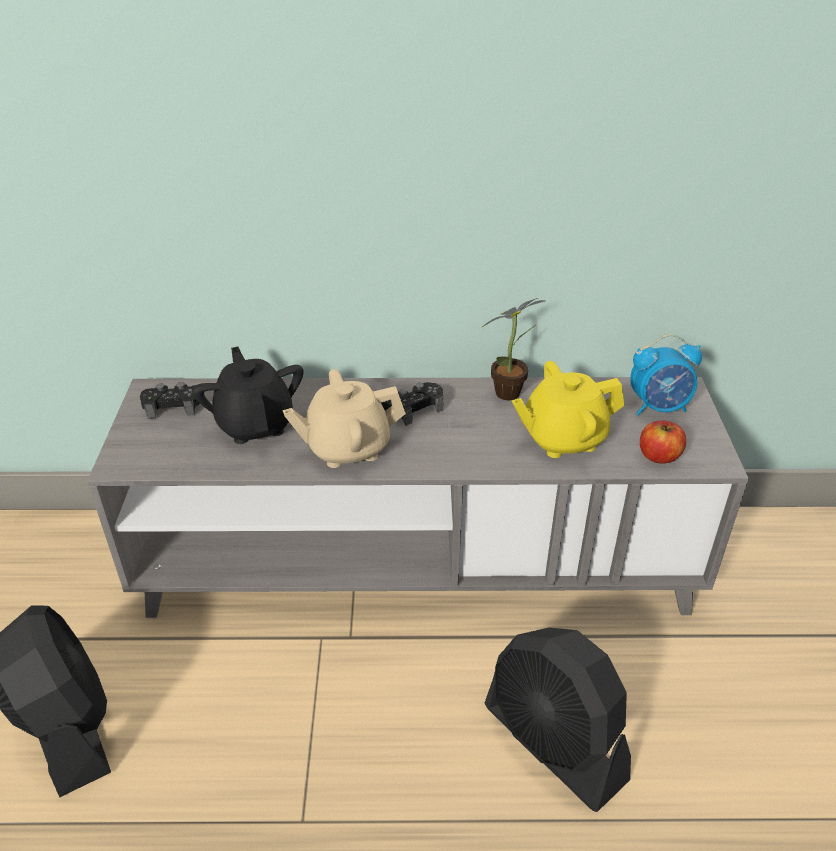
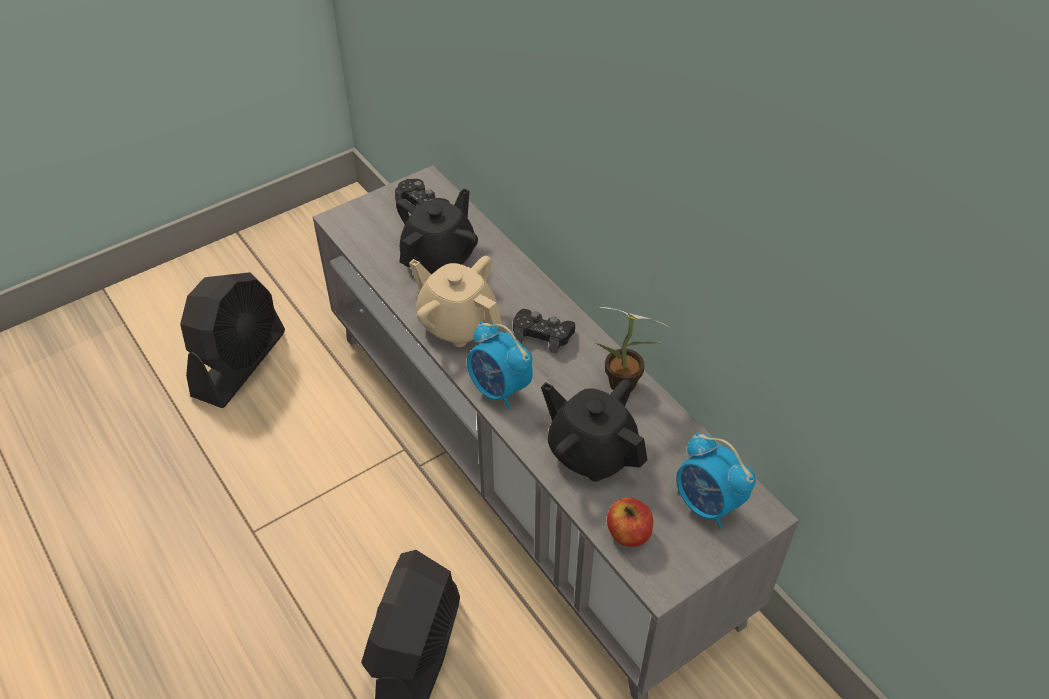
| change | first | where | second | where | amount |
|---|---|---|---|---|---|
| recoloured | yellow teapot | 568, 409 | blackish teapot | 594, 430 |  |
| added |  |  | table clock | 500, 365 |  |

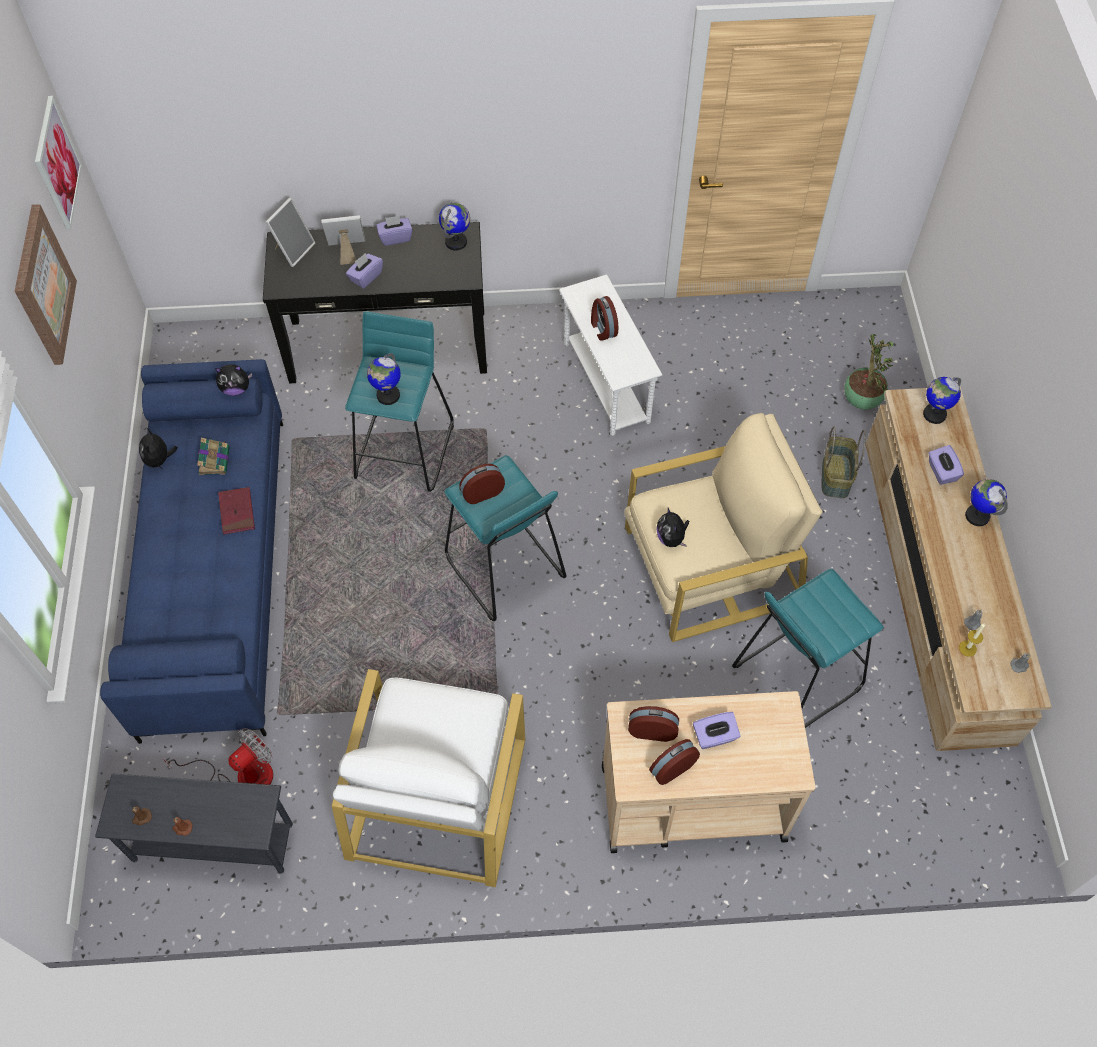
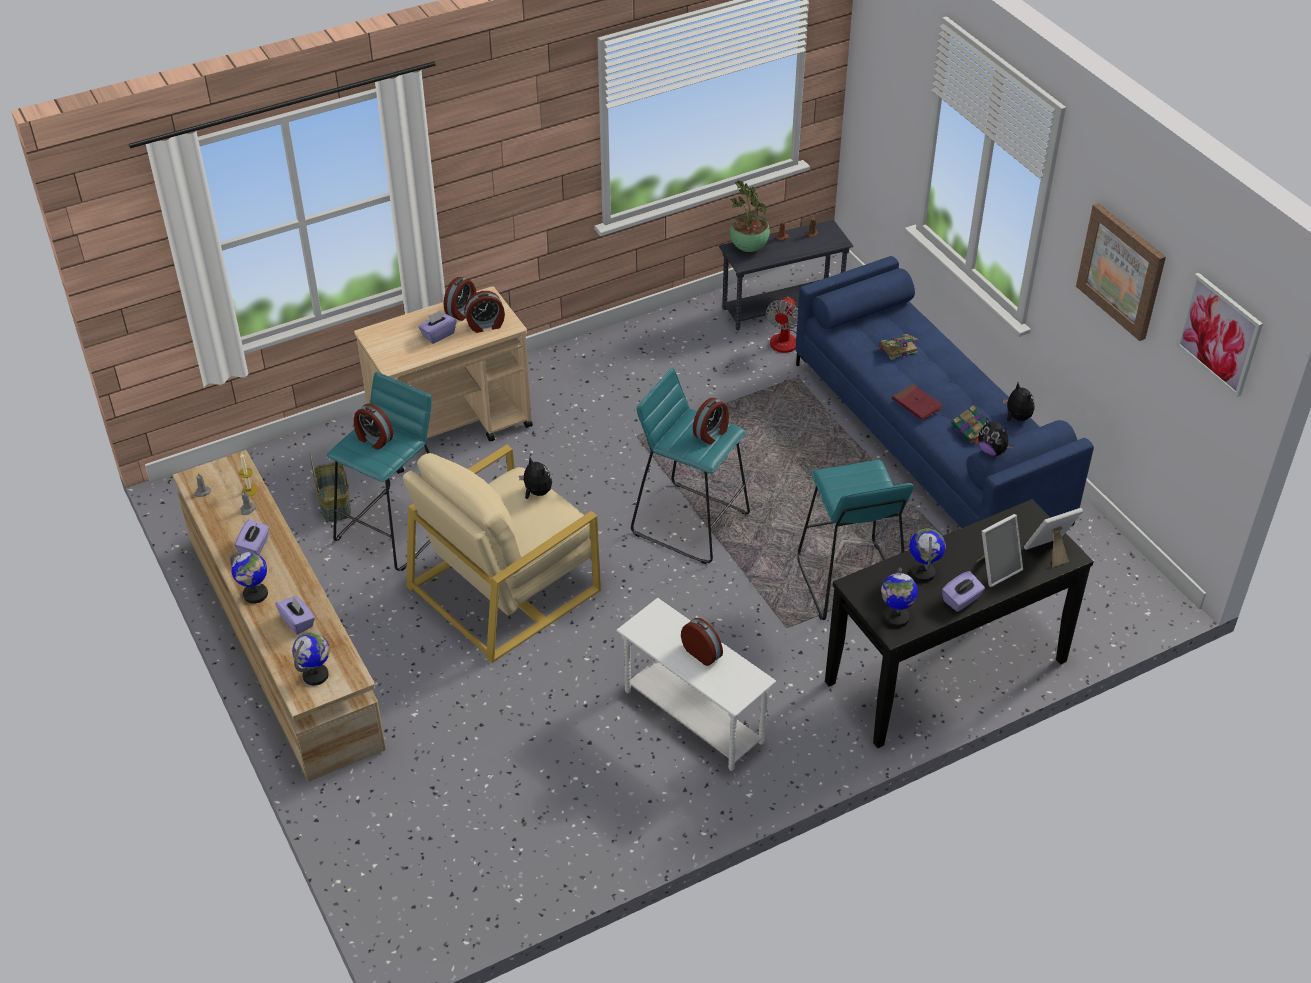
| change | first | where | second | where | amount |
|---|---|---|---|---|---|
| turned | cuddly toy | 233, 380 |  | 996, 437 | 105 degrees counterclockwise |
| turned | photo frame | 291, 232 |  | 1053, 537 | 60 degrees clockwise |
| removed | white lounge chair | 428, 778 |  |  |  |
| moved | purple tissue holder | 364, 271 |  | 252, 536 |  |
| moved | desk globe | 384, 379 |  | 927, 555 |  |
| moved | household basket | 843, 462 |  | 330, 487 |  |
| moved | houseplant | 868, 372 |  | 750, 216 |  |
| added |  |  | table clock | 373, 427 |  |
| added |  |  | bound book | 898, 347 |  |

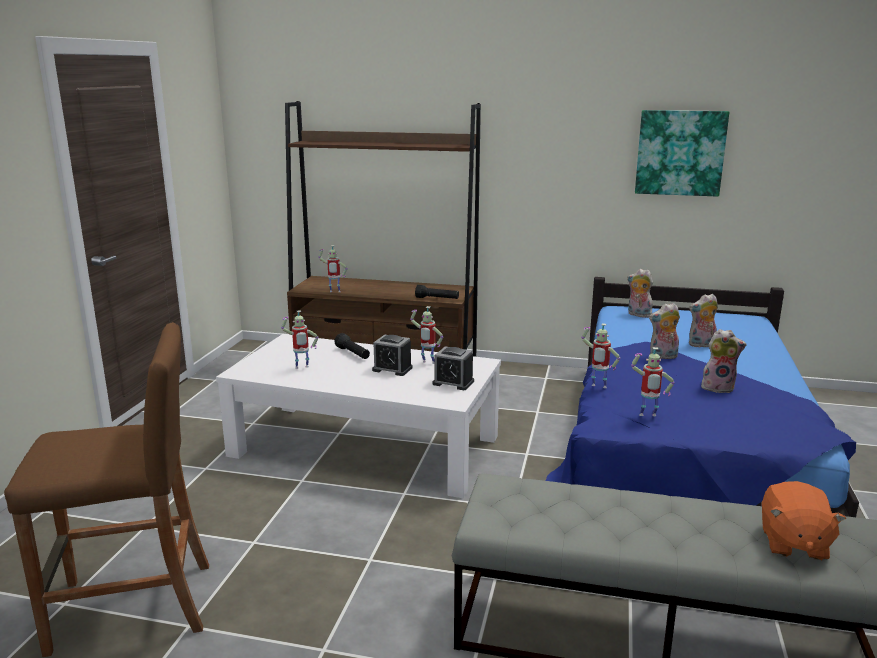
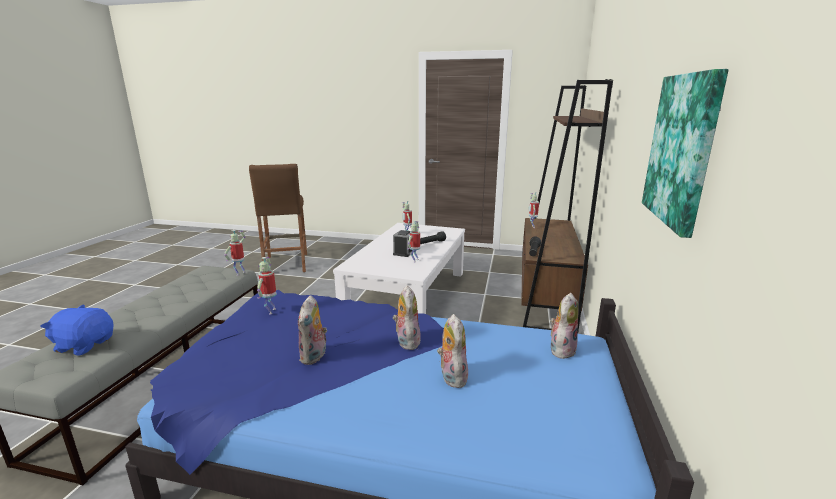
| change | first | where | second | where | amount |
|---|---|---|---|---|---|
| removed | table clock | 453, 368 |  |  |  |
| moved | toy robot | 601, 355 |  | 235, 253 |  |
| recoloured | orangey cuddly toy | 804, 521 | blue cuddly toy | 77, 330 |  |

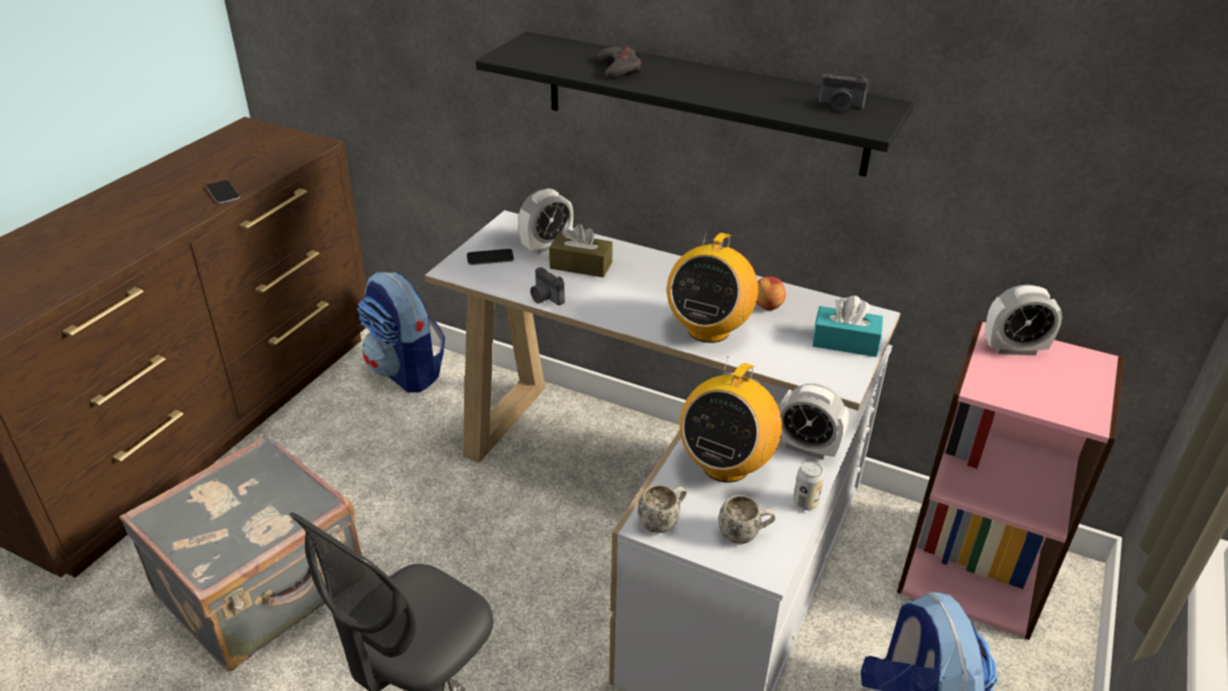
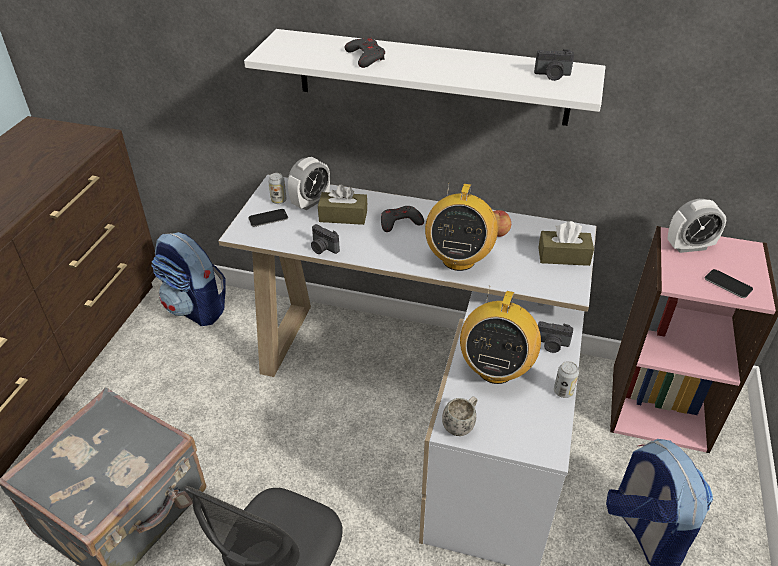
| change | first | where | second | where | amount |
|---|---|---|---|---|---|
| moved | phone | 223, 192 |  | 729, 283 |  |
| recoloured | blackish bracket shelf | 695, 104 | white bracket shelf | 425, 77 |  |
| removed | white mug | 747, 519 |  |  |  |
| replaced | table clock | 814, 422 | still camera | 555, 337 |  |
| recoloured | turquoise-coloured tissue holder | 847, 326 | brown-coloured tissue holder | 566, 243 |  |
| added |  |  | sealed can | 277, 188 |  |
| added |  |  | grey joypad | 402, 219 |  |

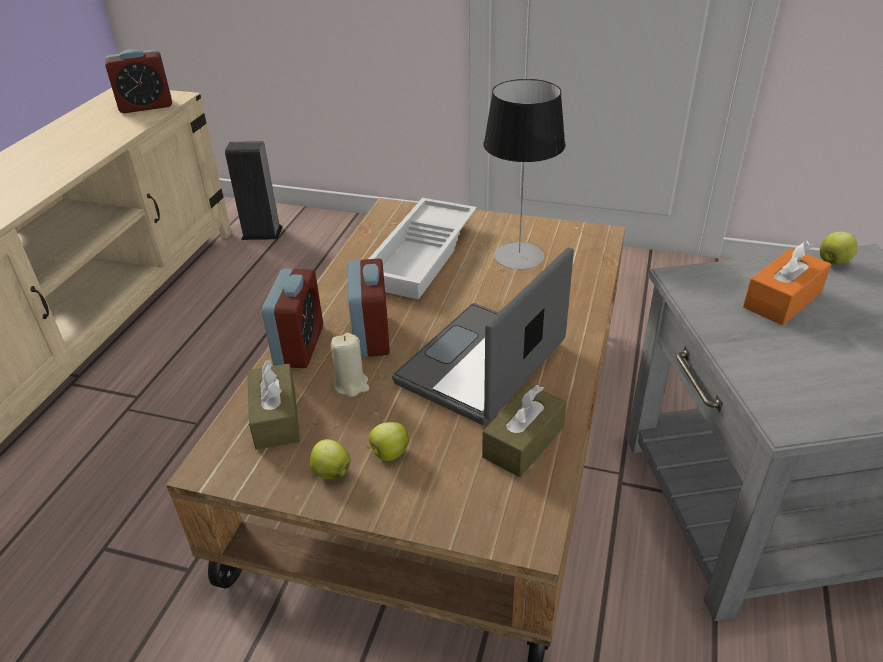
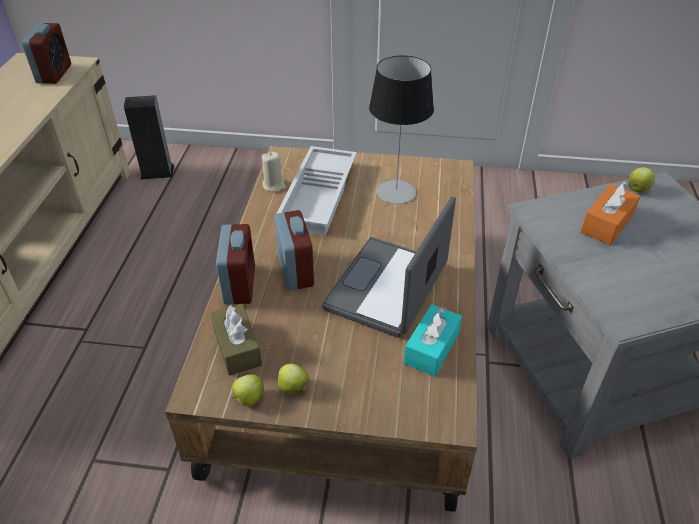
| change | first | where | second | where | amount |
|---|---|---|---|---|---|
| turned | table clock | 138, 81 |  | 46, 53 | 60 degrees counterclockwise |
| moved | beige candle | 350, 365 |  | 274, 172 |  |
| moved | apple | 388, 441 |  | 247, 390 |  |
| recoloured | brown-coloured tissue holder | 524, 430 | turquoise-coloured tissue holder | 433, 340 |  |

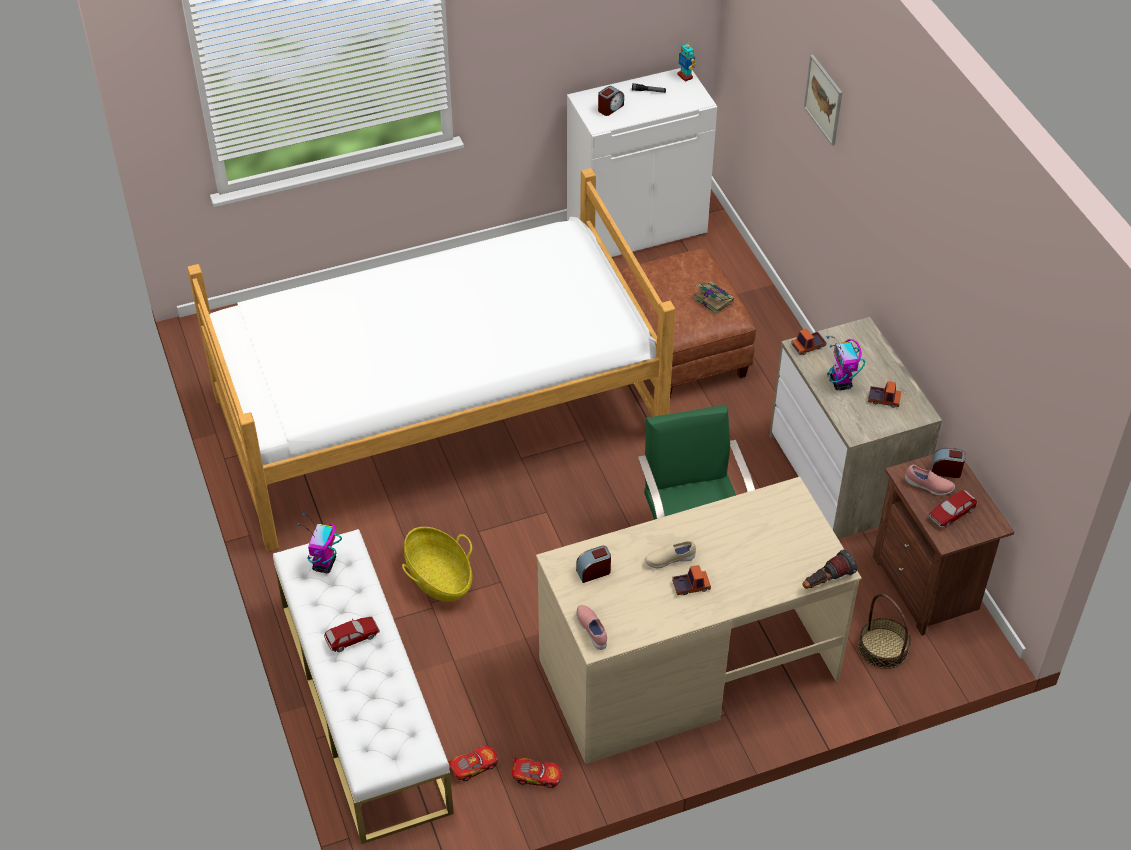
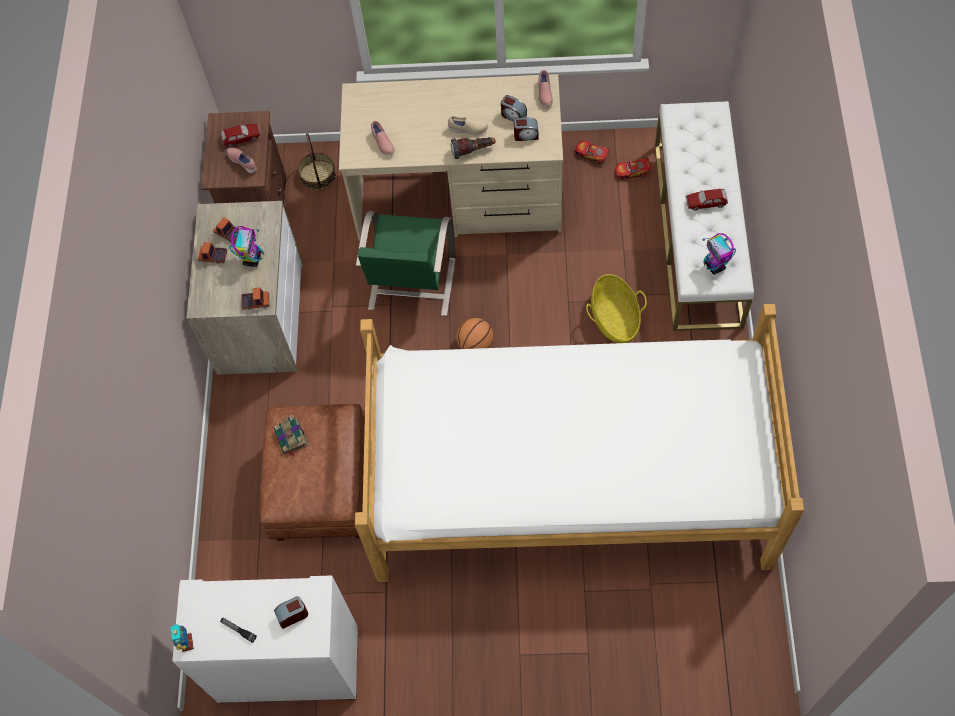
| change | first | where | second | where | amount |
|---|---|---|---|---|---|
| turned | toy robot | 319, 543 |  | 719, 254 | 120 degrees clockwise |
| moved | toy truck | 691, 580 |  | 212, 253 |  |
| moved | flashlight | 829, 569 |  | 473, 148 |  |
| removed | picture | 823, 100 |  |  |  |
| moved | table clock | 948, 463 |  | 514, 108 |  |
| added |  |  | pink-coloured low shoe | 383, 138 |  |
| added |  |  | basketball ball | 474, 333 |  |

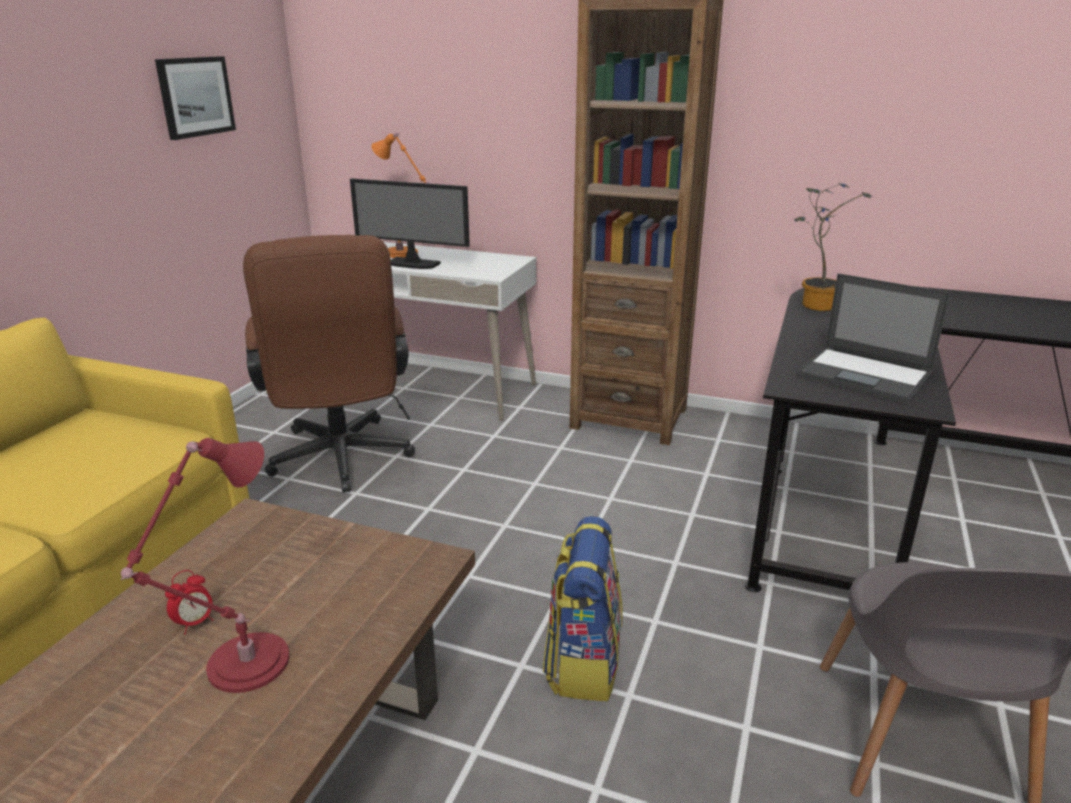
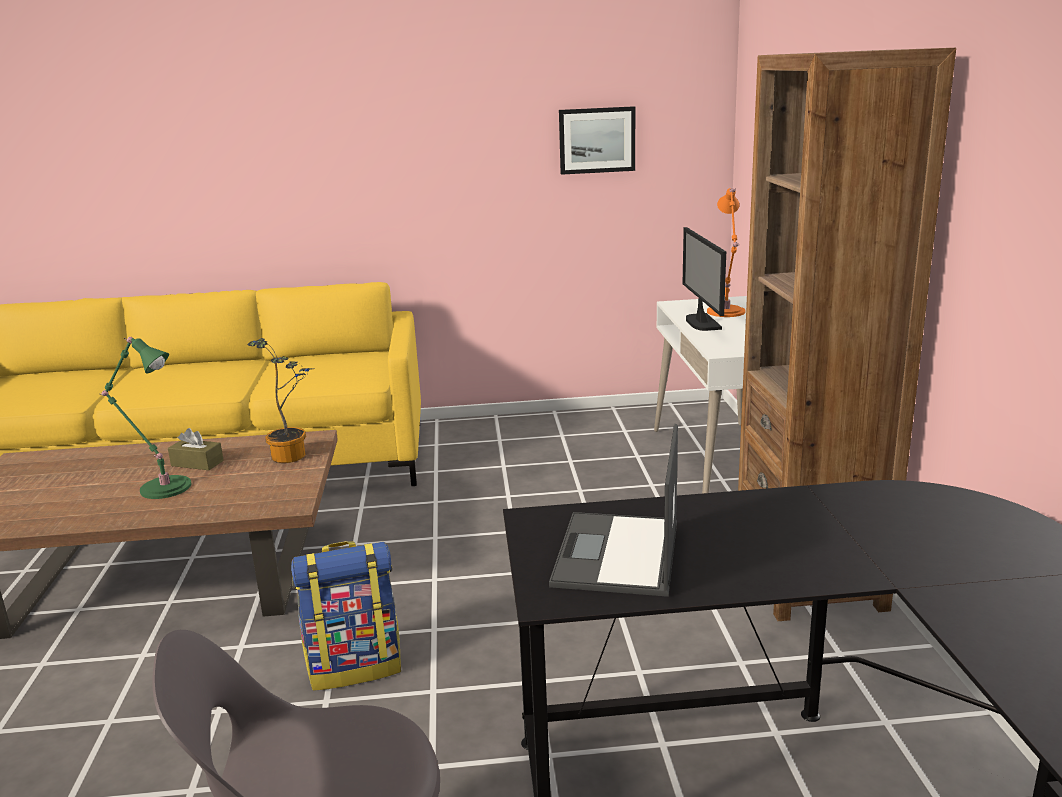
| change | first | where | second | where | amount |
|---|---|---|---|---|---|
| recoloured | reddish lamp for a table | 204, 565 | green lamp for a table | 146, 418 |  |
| replaced | table clock | 189, 602 | brown-coloured tissue holder | 196, 449 |  |
| removed | brown-coloured office chair | 329, 364 |  |  |  |
| moved | houseplant | 833, 247 |  | 280, 400 |  |

